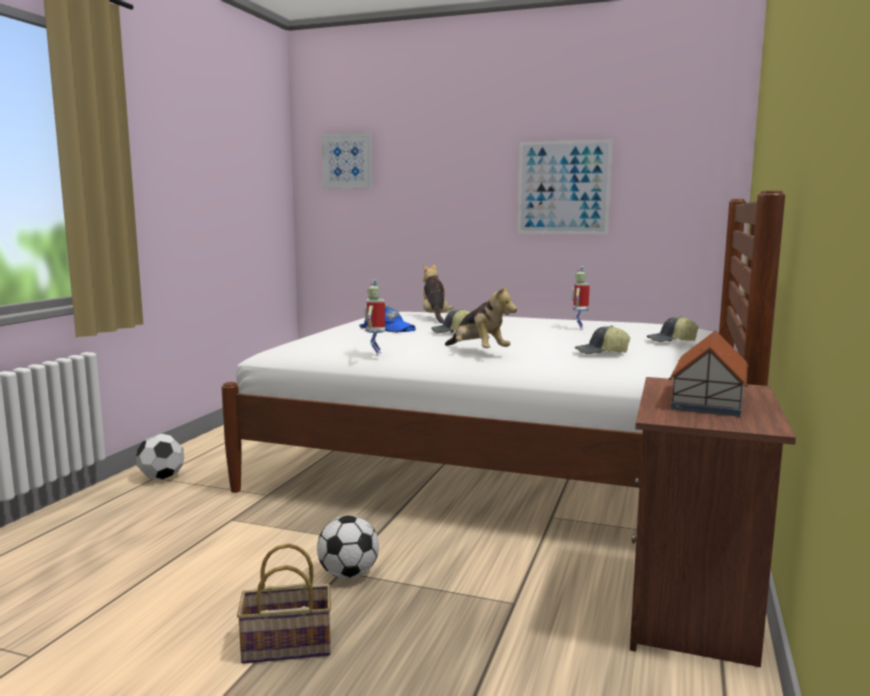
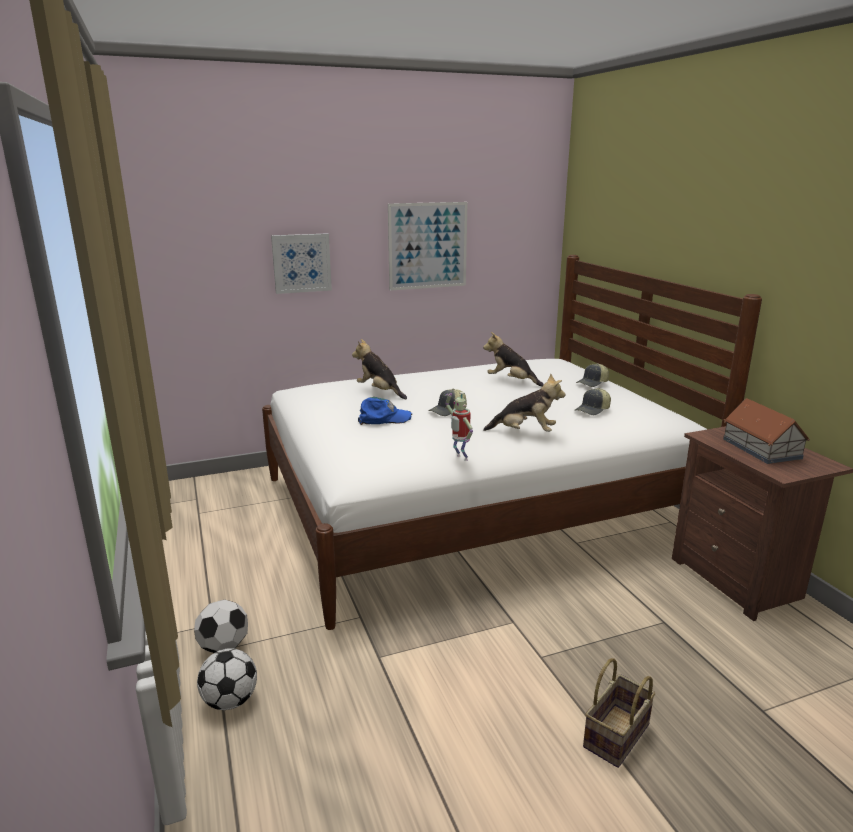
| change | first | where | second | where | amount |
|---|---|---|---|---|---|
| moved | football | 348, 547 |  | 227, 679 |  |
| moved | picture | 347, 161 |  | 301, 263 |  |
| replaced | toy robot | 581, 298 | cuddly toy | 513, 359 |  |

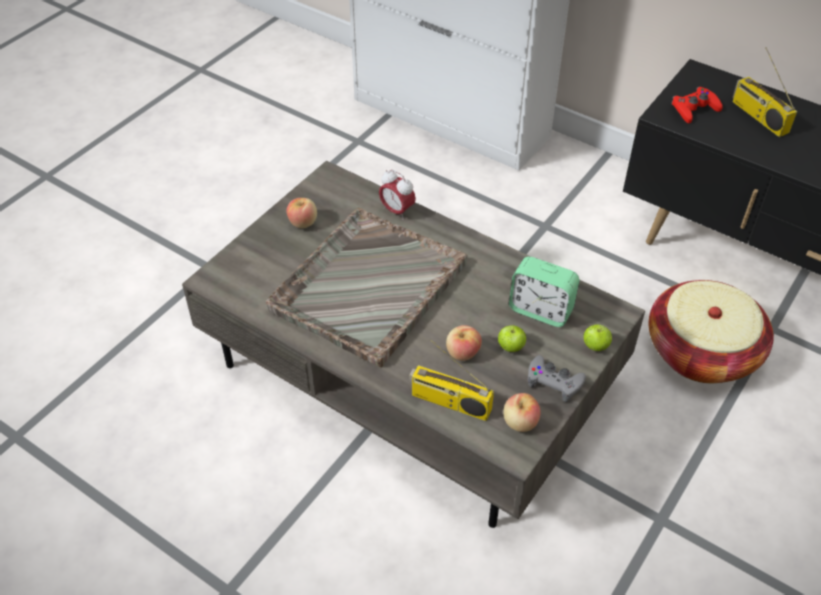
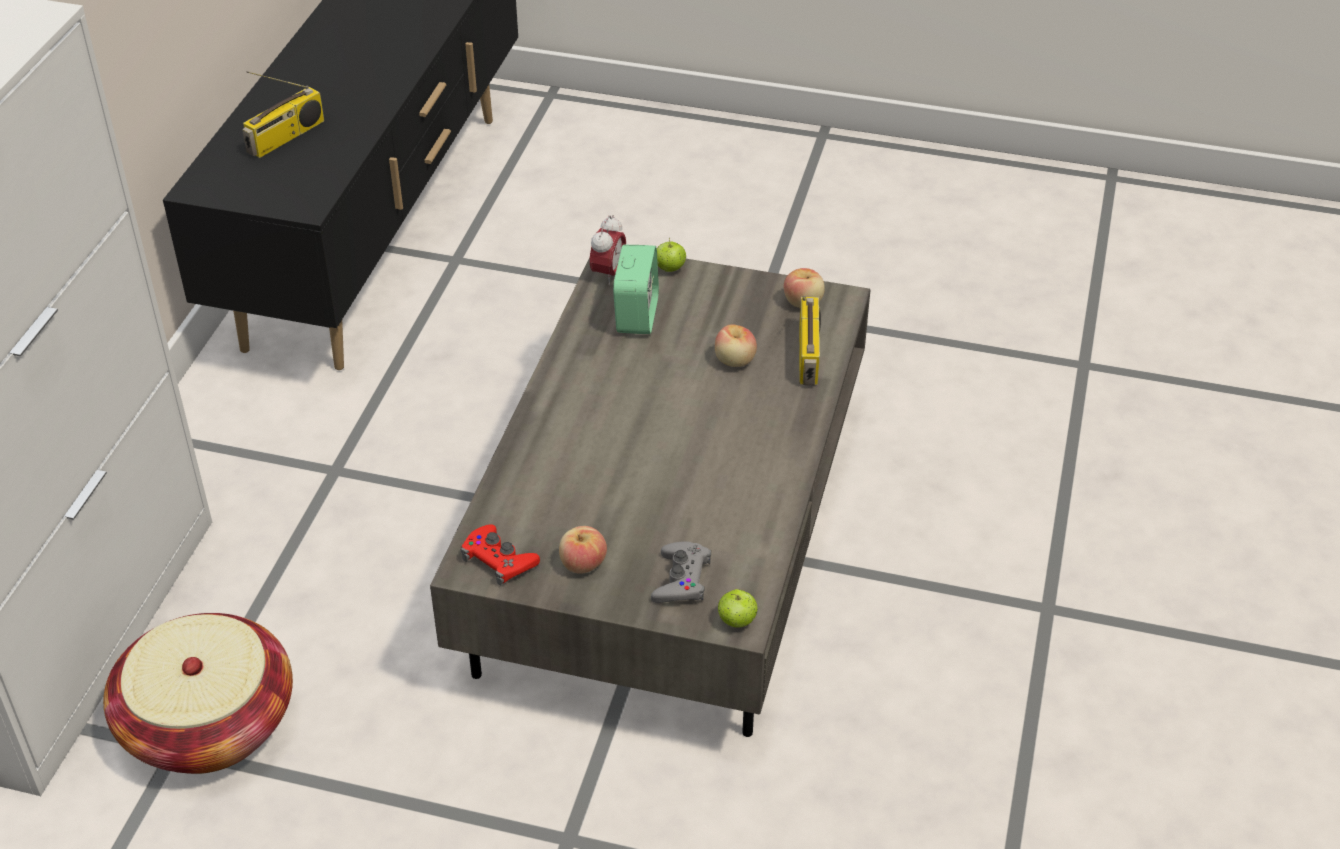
| change | first | where | second | where | amount |
|---|---|---|---|---|---|
| removed | grey carrying tray | 366, 288 |  |  |  |
| moved | table clock | 397, 194 |  | 608, 250 |  |
| moved | apple | 512, 338 |  | 738, 608 |  |
| moved | grey joypad | 557, 378 |  | 681, 572 |  |
| moved | household basket | 711, 331 |  | 198, 693 |  |
| moved | reddish joypad | 697, 105 |  | 500, 554 |  |

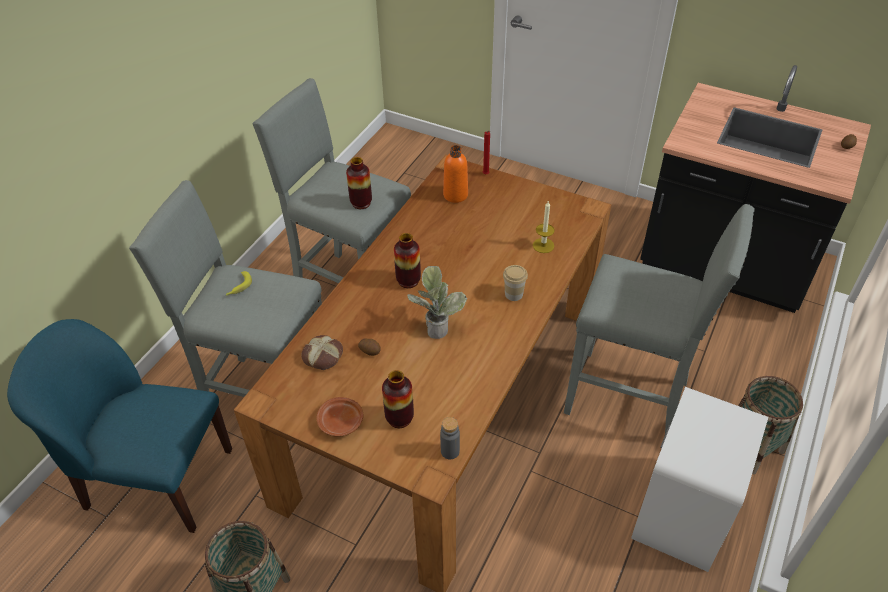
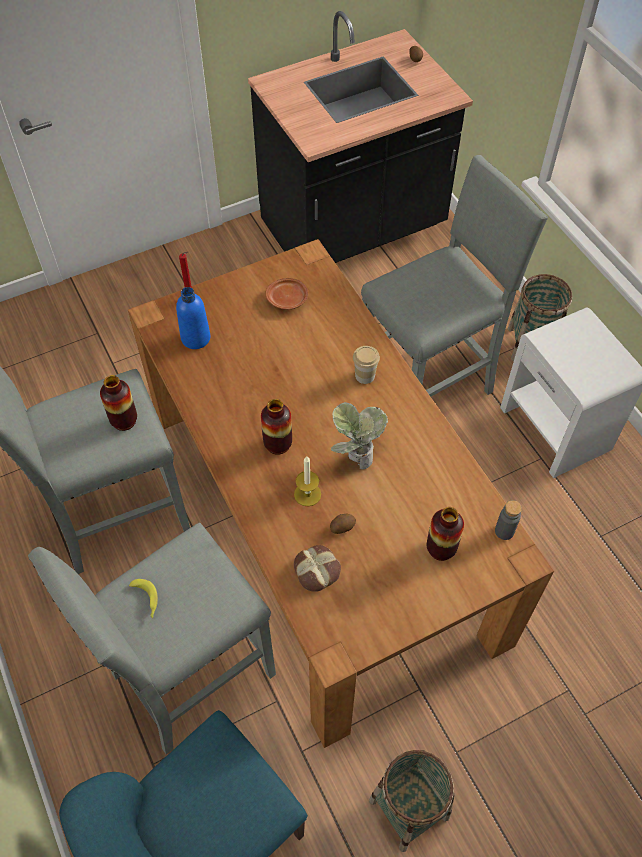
| change | first | where | second | where | amount |
|---|---|---|---|---|---|
| moved | brown-coloured dinner plate | 339, 417 |  | 287, 294 |  |
| recoloured | orangey bottle | 455, 174 | blue bottle | 193, 318 |  |
| moved | candle | 544, 227 |  | 307, 481 |  |

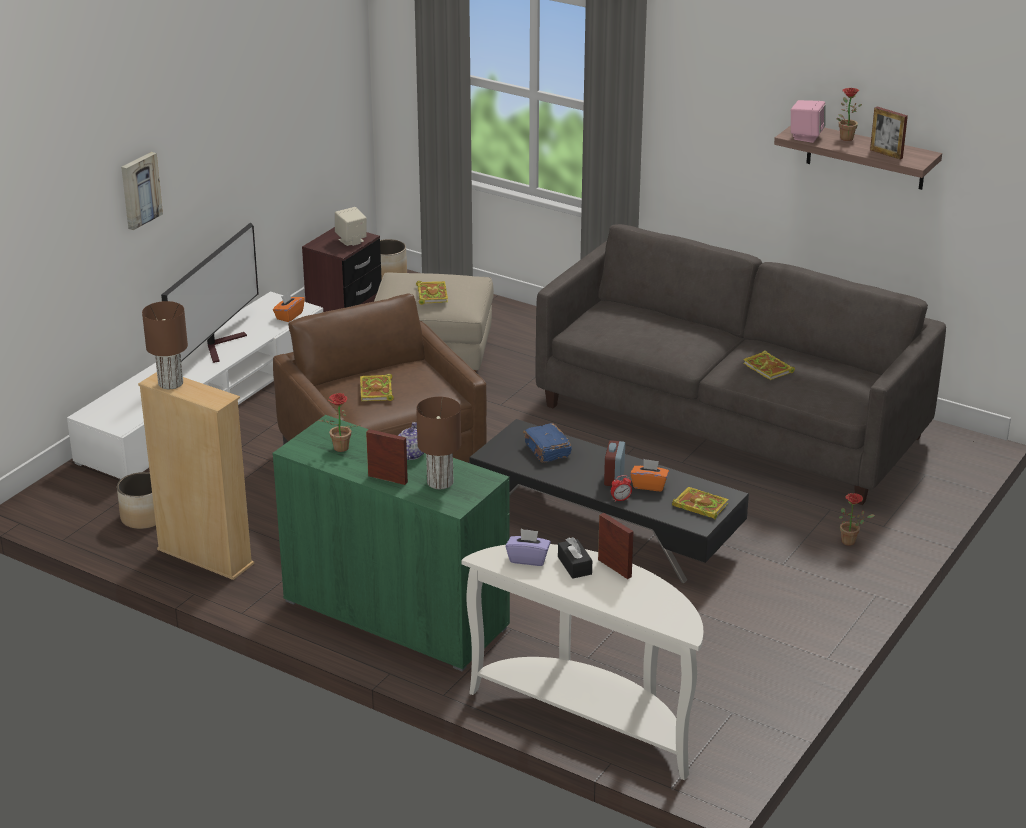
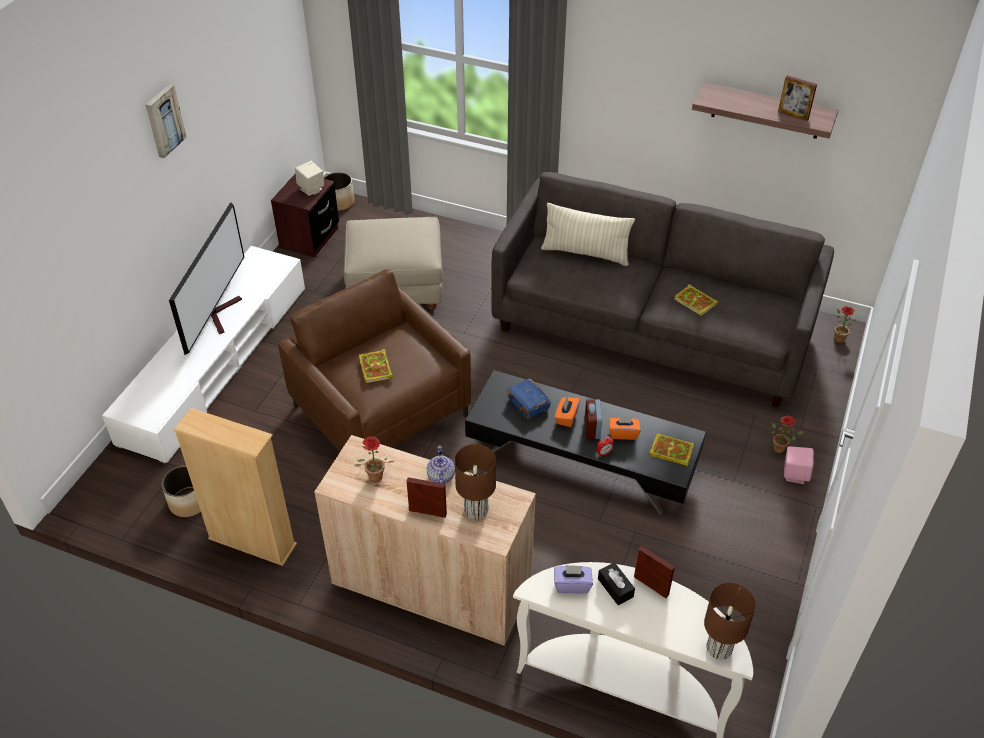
| change | first | where | second | where | amount |
|---|---|---|---|---|---|
| moved | picture | 142, 191 |  | 166, 121 |  |
| moved | brown-coloured lamp for a table | 165, 345 |  | 730, 621 |  |
| recoloured | green cupboard | 391, 543 | beige cupboard | 425, 540 |  |
| moved | orangey tissue holder | 289, 307 |  | 567, 412 |  |
| removed | bound book | 432, 293 |  |  |  |
| moved | pink-coloured loudspeaker | 808, 121 |  | 799, 465 |  |
| moved | houseplant | 849, 114 |  | 845, 324 |  |
| added |  |  | beige cushion | 588, 234 |  |

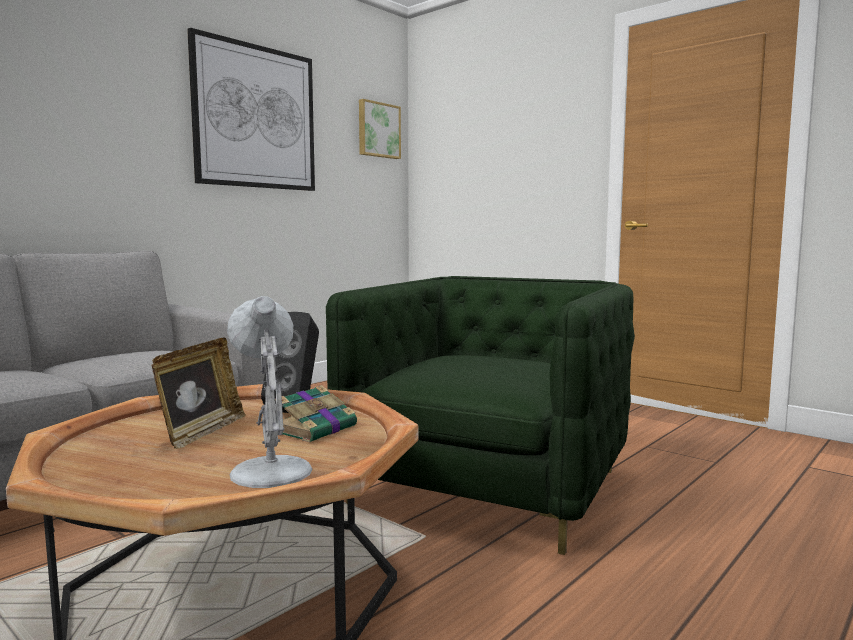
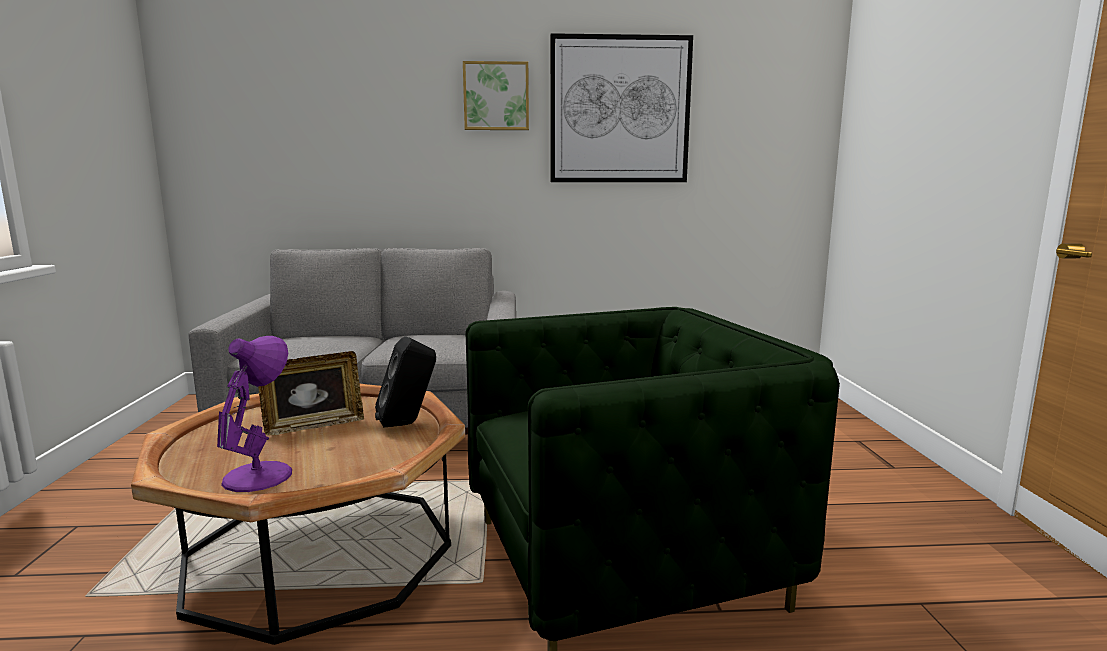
| change | first | where | second | where | amount |
|---|---|---|---|---|---|
| recoloured | white lamp for a table | 270, 392 | purple lamp for a table | 254, 414 |  |
| removed | bound book | 316, 413 |  |  |  |
| moved | picture | 380, 129 |  | 496, 95 |  |

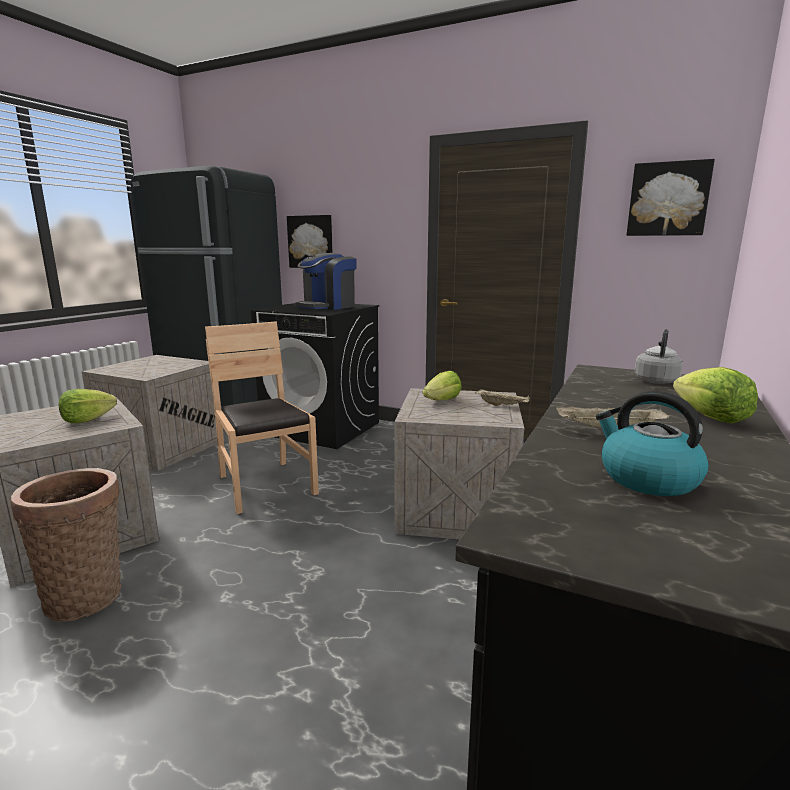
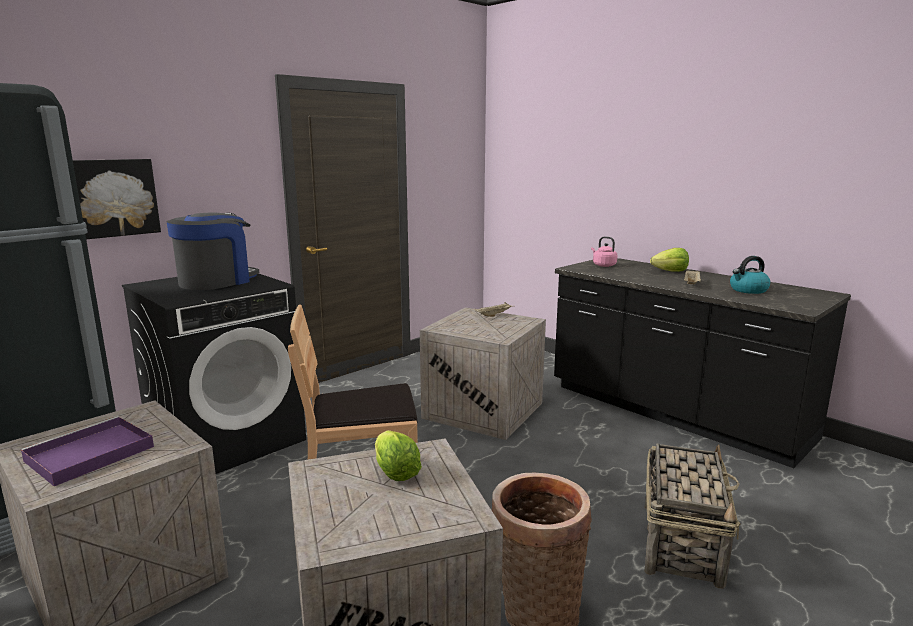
| change | first | where | second | where | amount |
|---|---|---|---|---|---|
| turned | coffee machine | 326, 281 |  | 212, 251 | 120 degrees counterclockwise |
| removed | head of lettuce | 442, 385 |  |  |  |
| removed | picture | 671, 197 |  |  |  |
| recoloured | grey water kettle | 659, 356 | pink-coloured water kettle | 604, 251 |  |
| added |  |  | purple carrying tray | 87, 451 |  |
| added |  |  | household basket | 692, 516 |  |

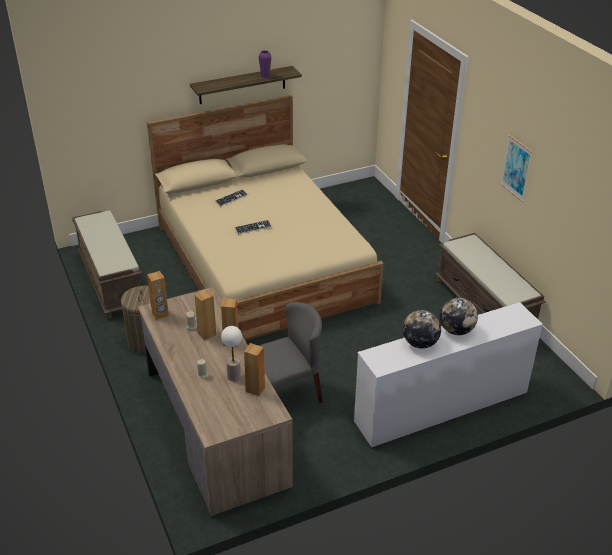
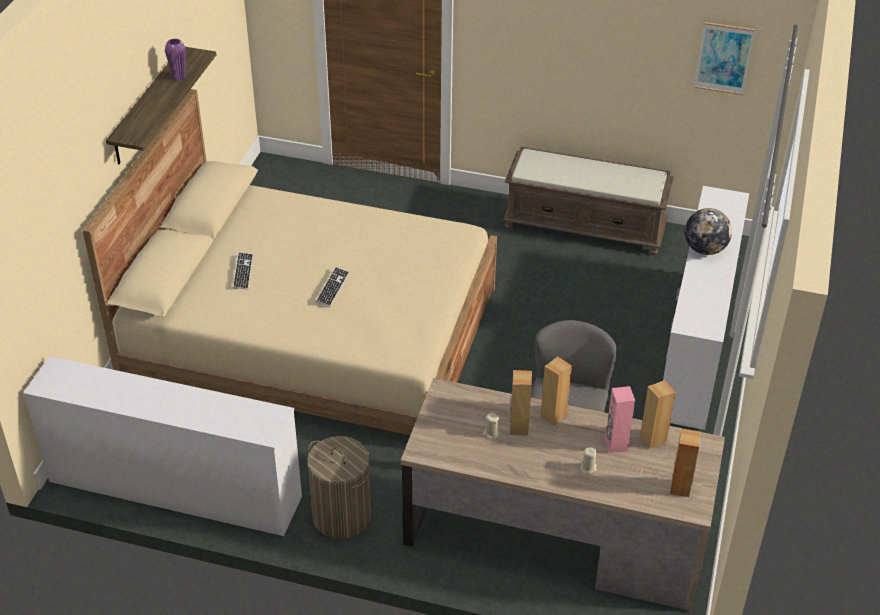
| change | first | where | second | where | amount |
|---|---|---|---|---|---|
| replaced | brown-coloured long seat | 107, 264 | white dresser | 162, 446 |  |
| moved | brown-coloured loudspeaker | 158, 295 |  | 685, 463 |  |
| replaced | lamp for a table | 231, 353 | pink-coloured loudspeaker | 620, 419 |  |
| removed | desk globe | 422, 329 |  |  |  |
| moved | picture | 517, 168 |  | 724, 58 |  |

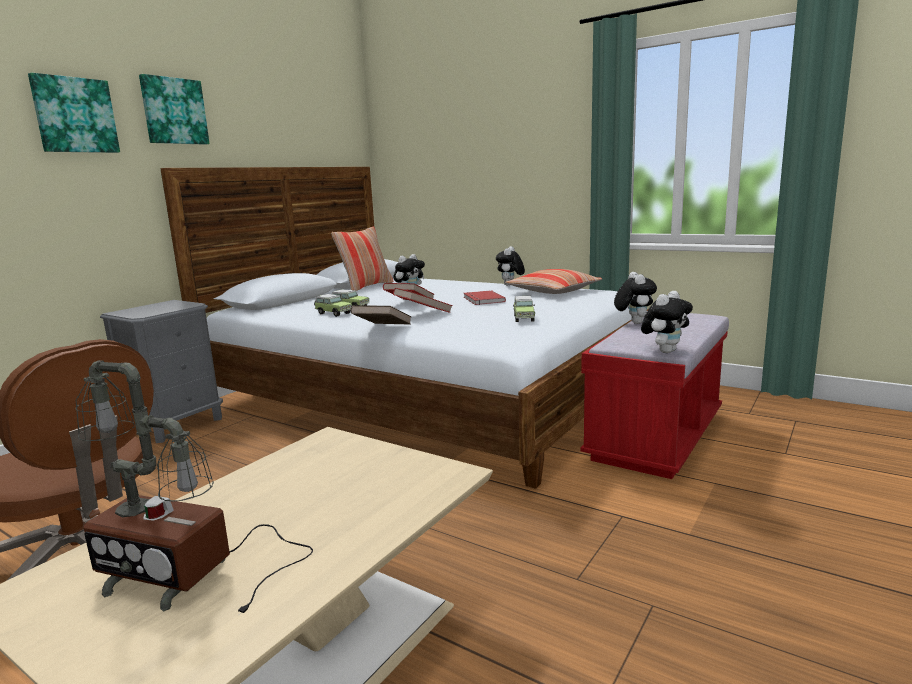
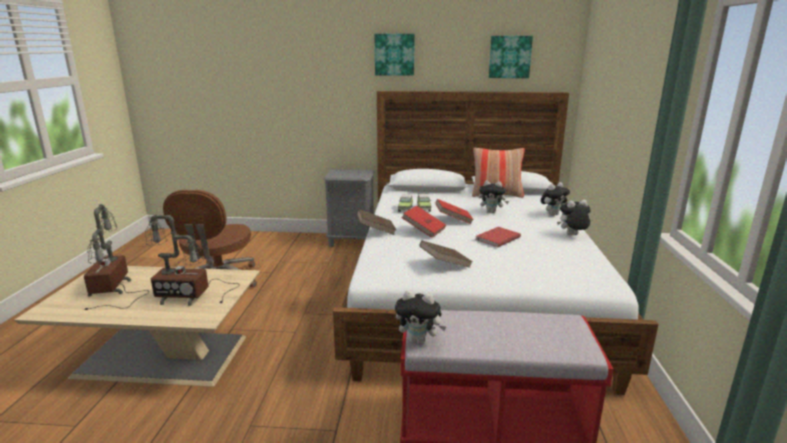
| change | first | where | second | where | amount |
|---|---|---|---|---|---|
| moved | picture | 74, 113 |  | 511, 57 |  |
| removed | cushion | 553, 281 |  |  |  |
| replaced | miniature car | 524, 309 | brown-coloured bound book | 446, 254 |  |
| moved | cuddly toy | 635, 298 |  | 555, 199 |  |
| added |  |  | lamp for a table | 192, 260 |  |

